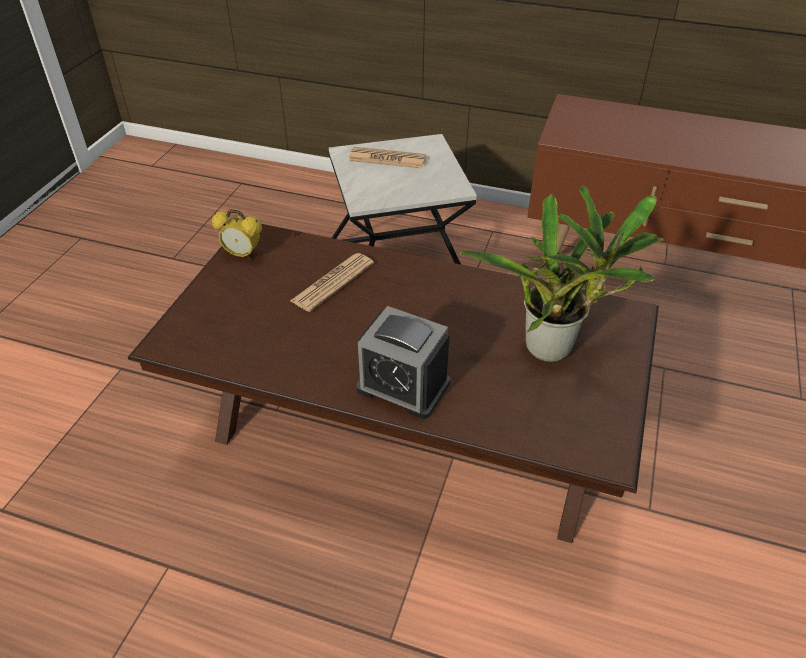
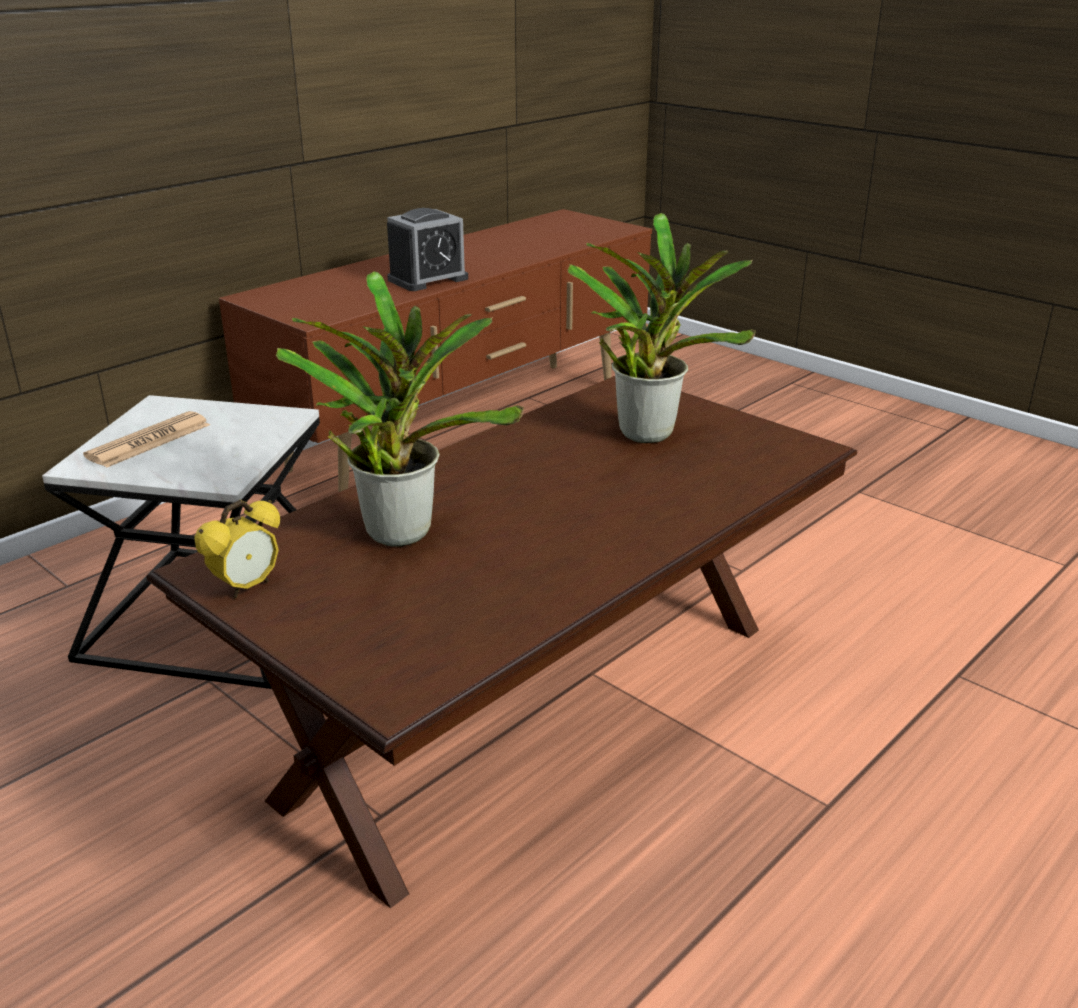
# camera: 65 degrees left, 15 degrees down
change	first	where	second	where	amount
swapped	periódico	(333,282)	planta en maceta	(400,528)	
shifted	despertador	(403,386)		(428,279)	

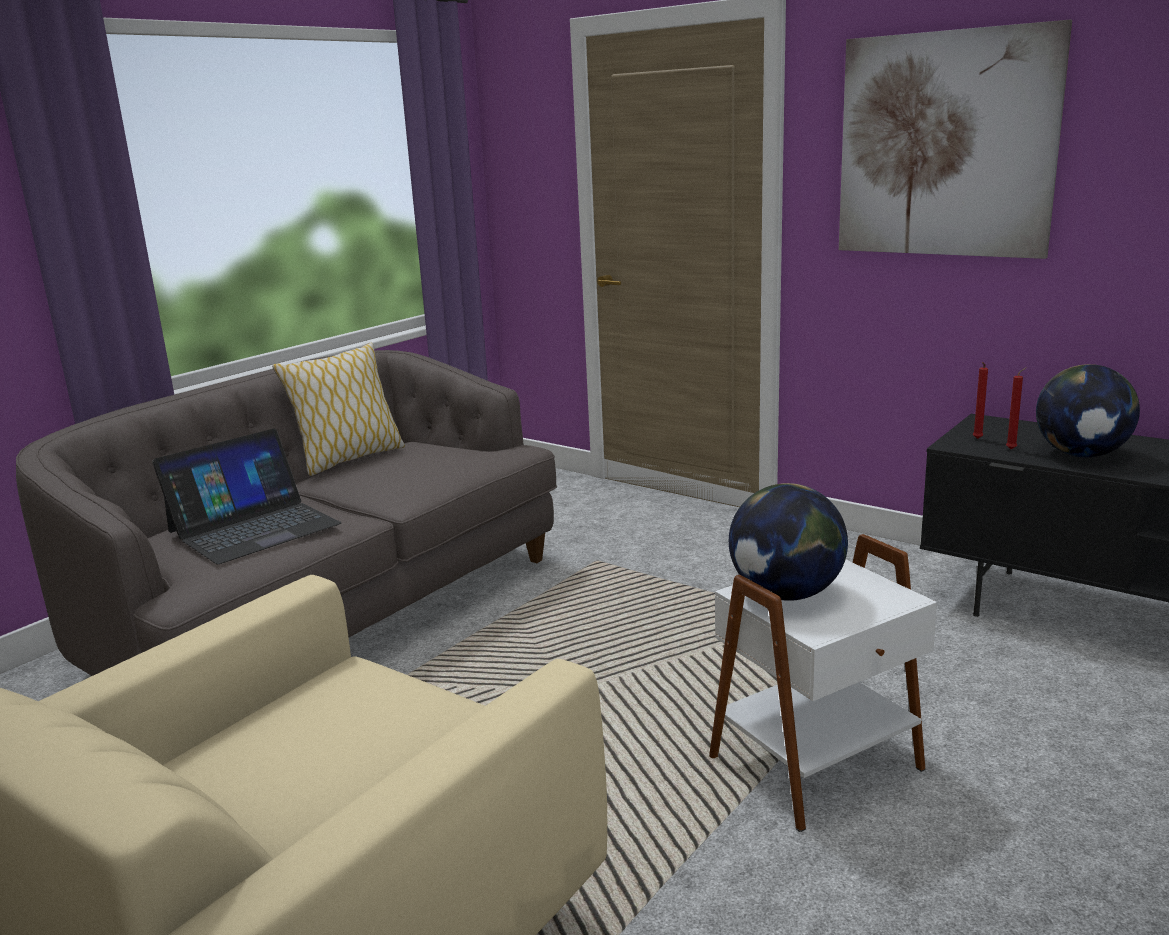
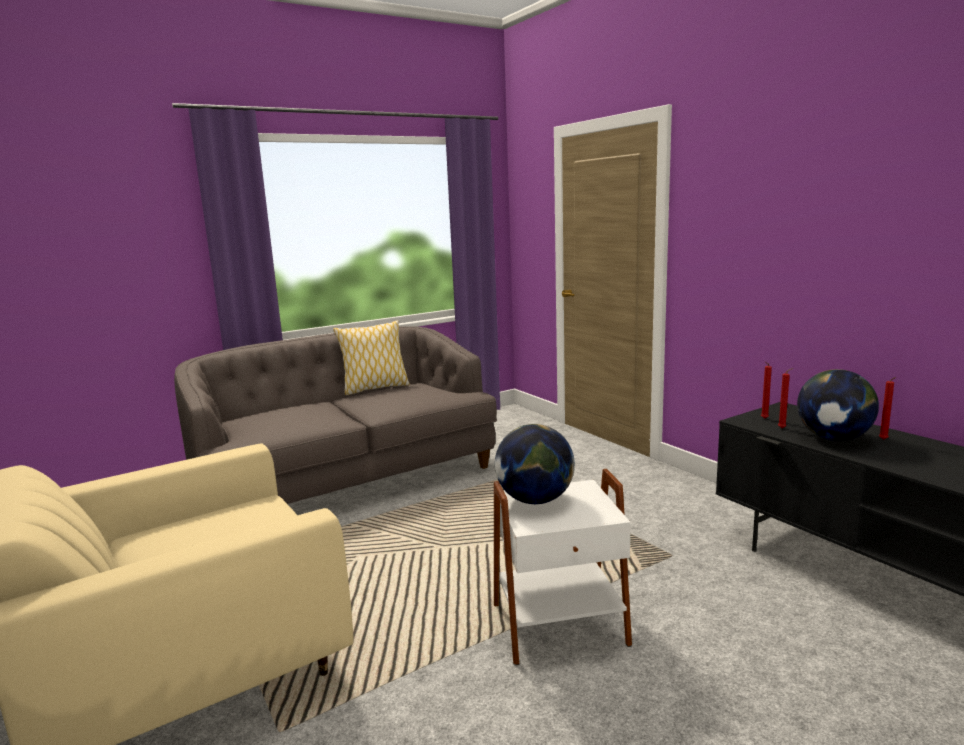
# camera: 20 degrees right, 5 degrees down
change	first	where	second	where	amount
gone	portátil	(253,527)			
gone	cuadro	(945,145)			
new			vela [rojo]	(884,440)	

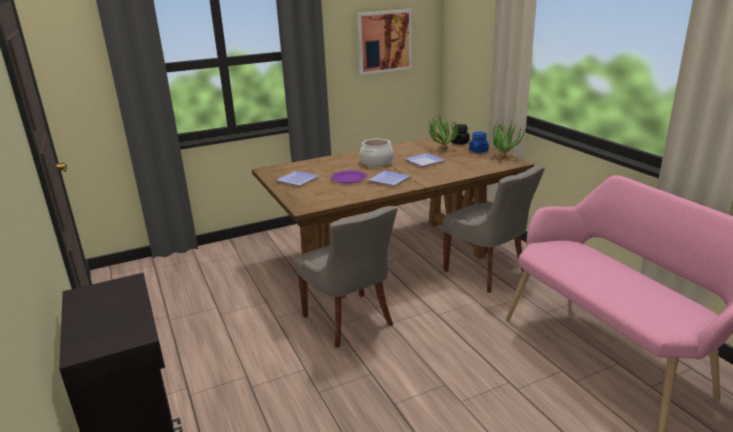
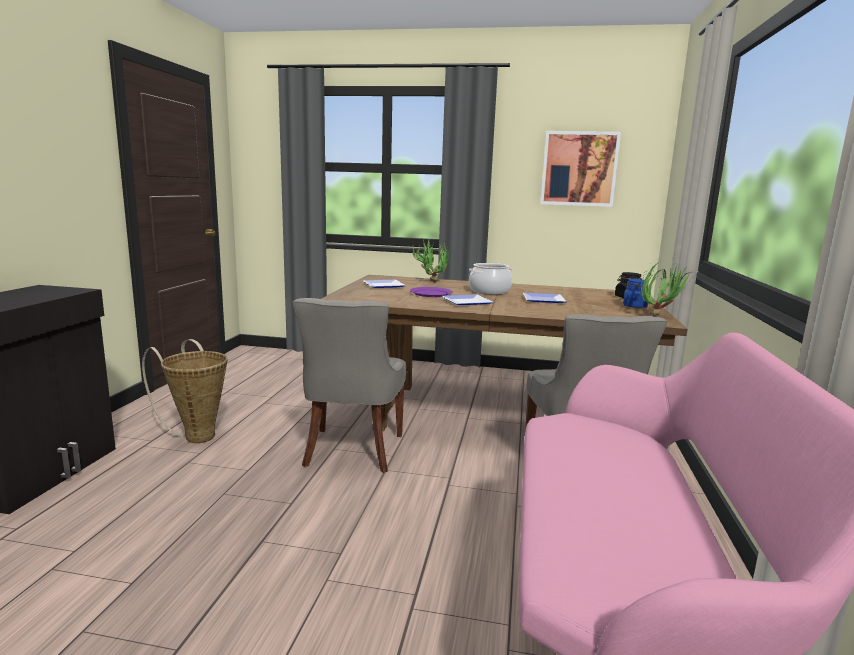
# camera: 35 degrees right, 10 degrees down
change	first	where	second	where	amount
shifted	planta en maceta	(440,149)		(430,281)	
new			cesta	(196,435)	

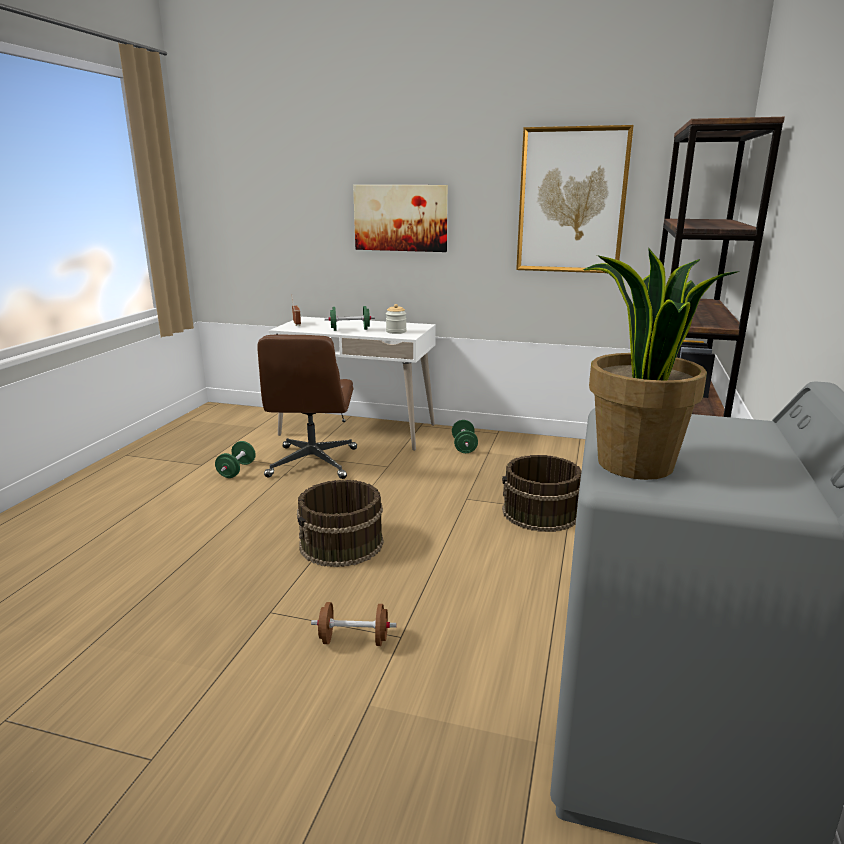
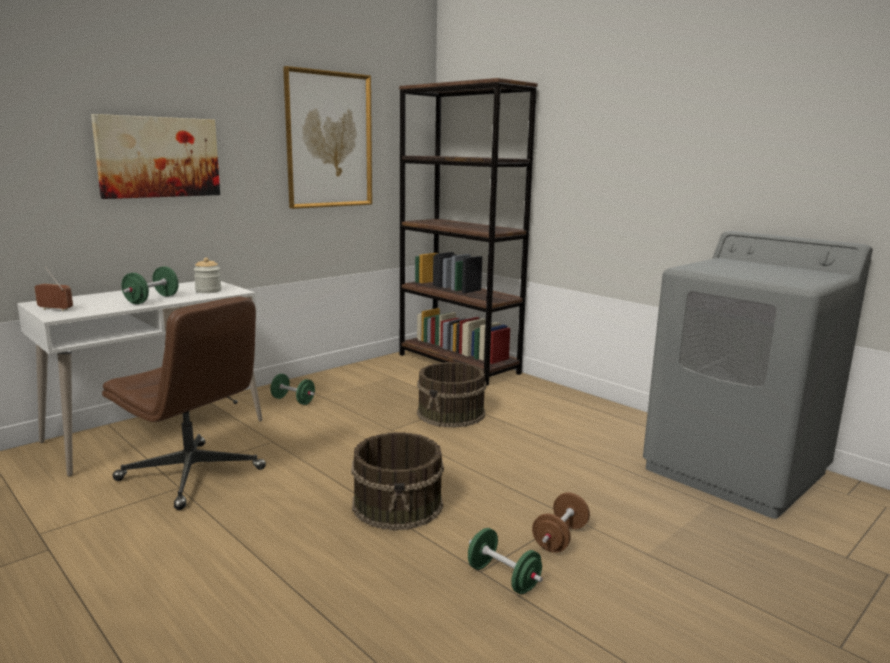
# camera: 60 degrees left, 5 degrees down
change	first	where	second	where	amount
shifted	mancuerna [verde]	(237,470)		(503,578)	
gone	planta en maceta	(634,465)			

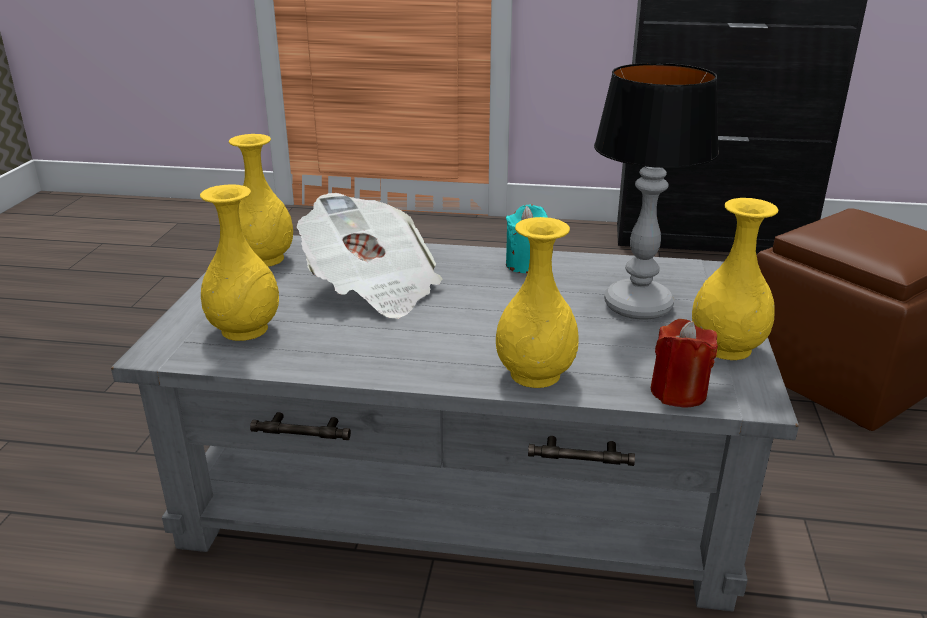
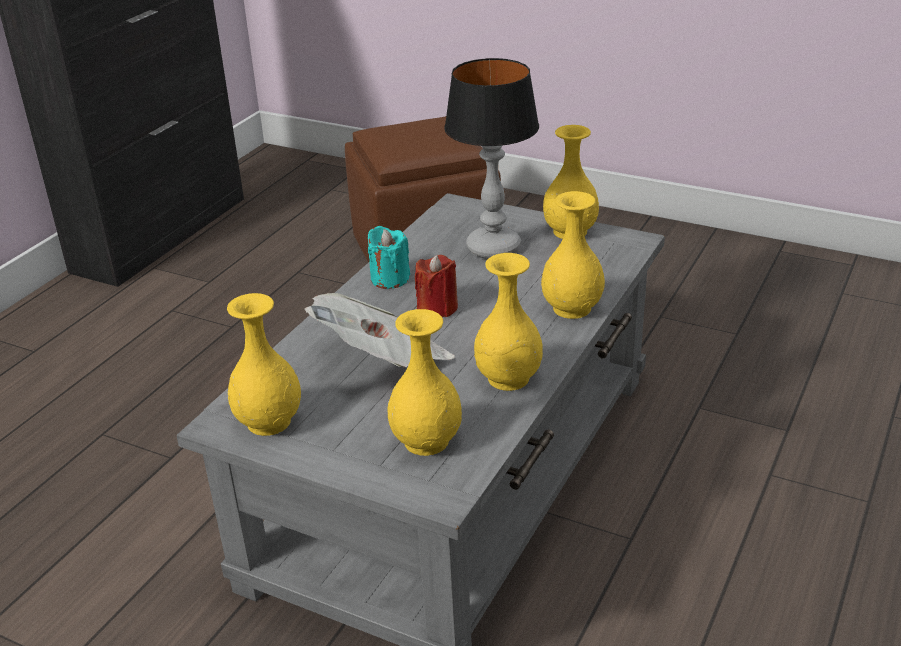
# camera: 70 degrees left, 5 degrees up
change	first	where	second	where	amount
shifted	vela [rojo]	(678,392)		(437,308)	
new			florero [amarillo]	(507,378)	

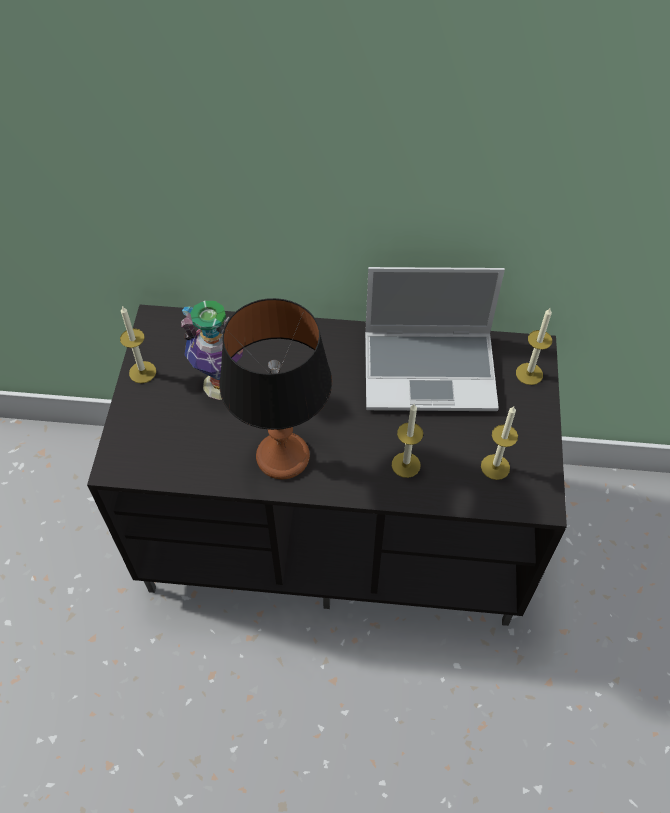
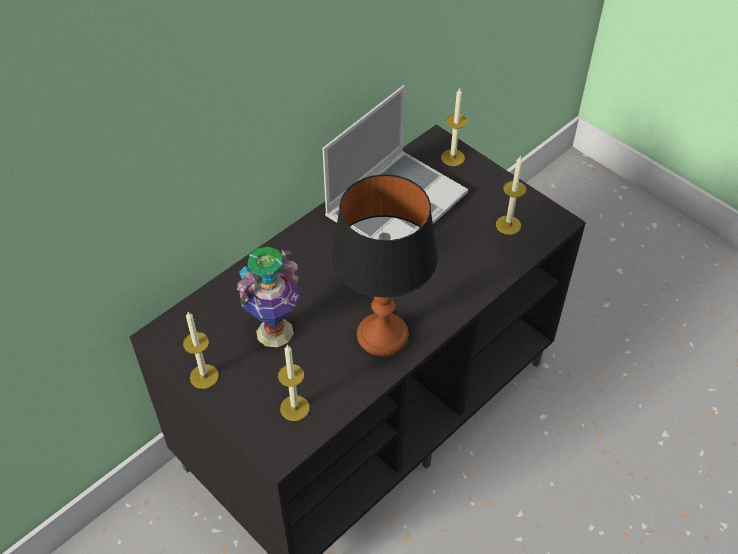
# camera: 50 degrees left, 5 degrees down
change	first	where	second	where	amount
shifted	vela	(406,465)		(294,408)	

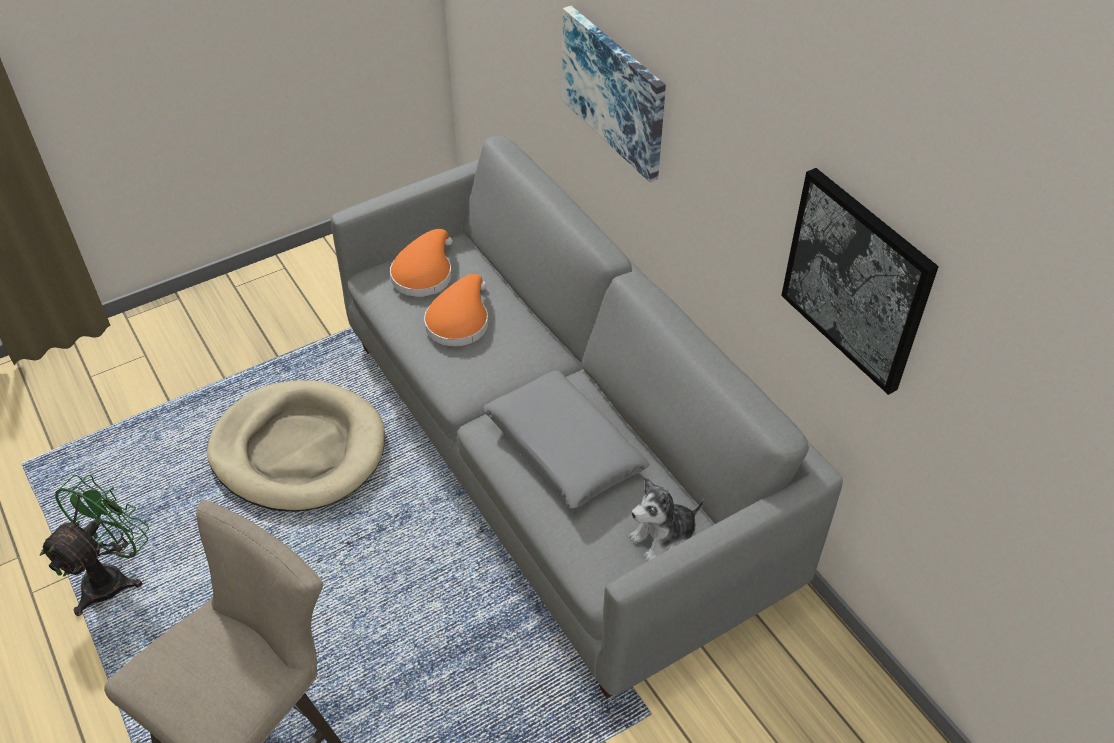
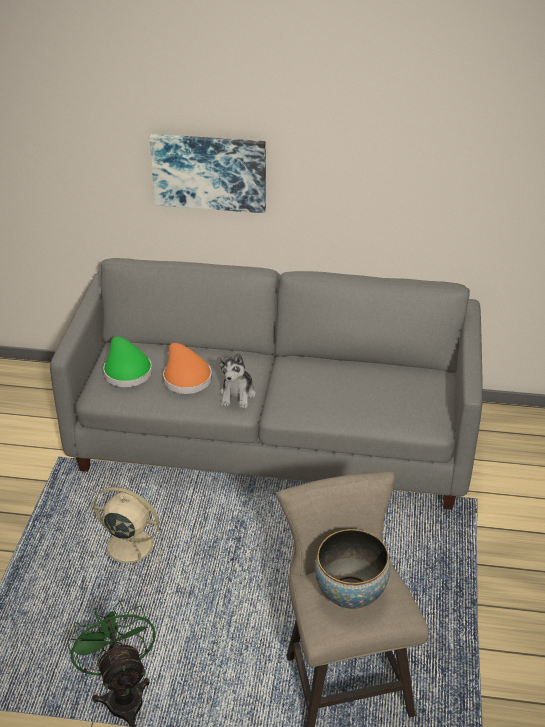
# camera: 50 degrees left, 10 degrees down
change	first	where	second	where	amount
swapped	cama para perro [beis]	(299,450)	ventilador [beis]	(127,545)	
repainted	sombrero [naranja]	(424,273)	sombrero [verde]	(126,371)	
gone	cojín [gris]	(563,449)			
shifted	peluche	(664,538)		(237,395)	
gone	cuadro	(857,280)			
new			cuenco	(350,594)	

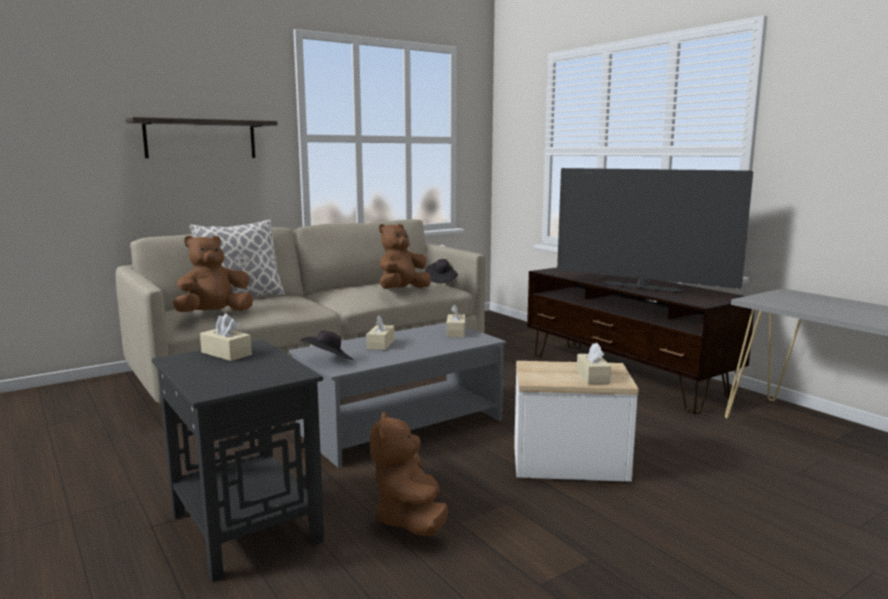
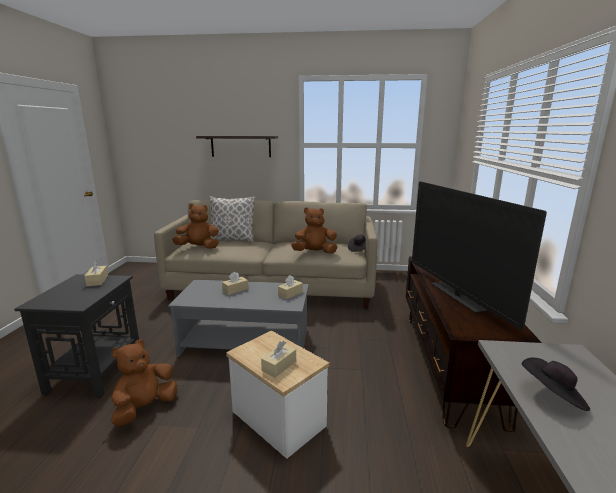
# camera: 40 degrees right, 5 degrees up
change	first	where	second	where	amount
shifted	sombrero [negro]	(328,361)		(553,396)	

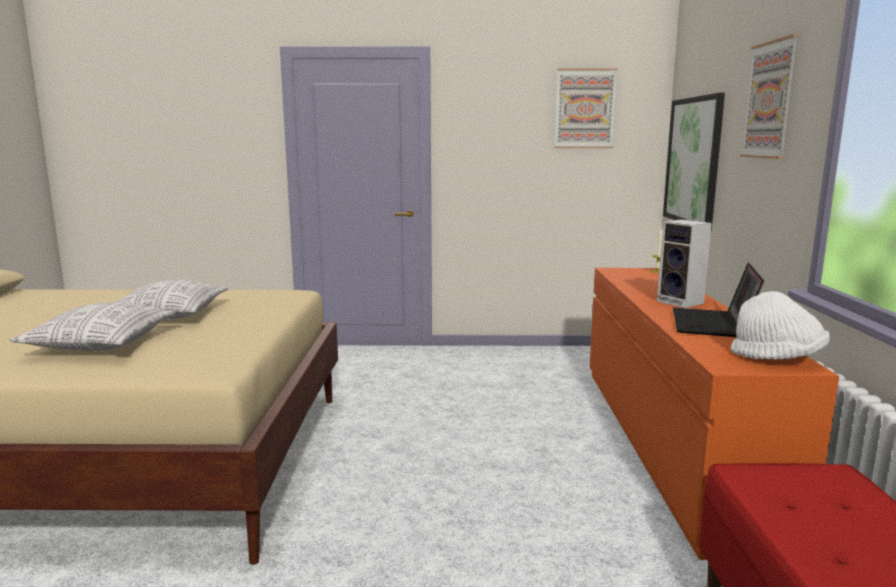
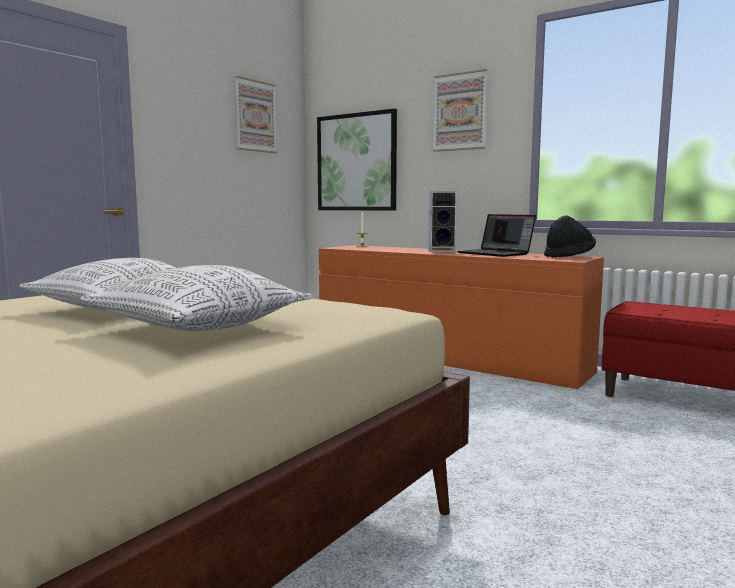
# camera: 55 degrees left, 5 degrees down
change	first	where	second	where	amount
repainted	sombrero [blanco]	(777,358)	sombrero [negro]	(569,256)	

